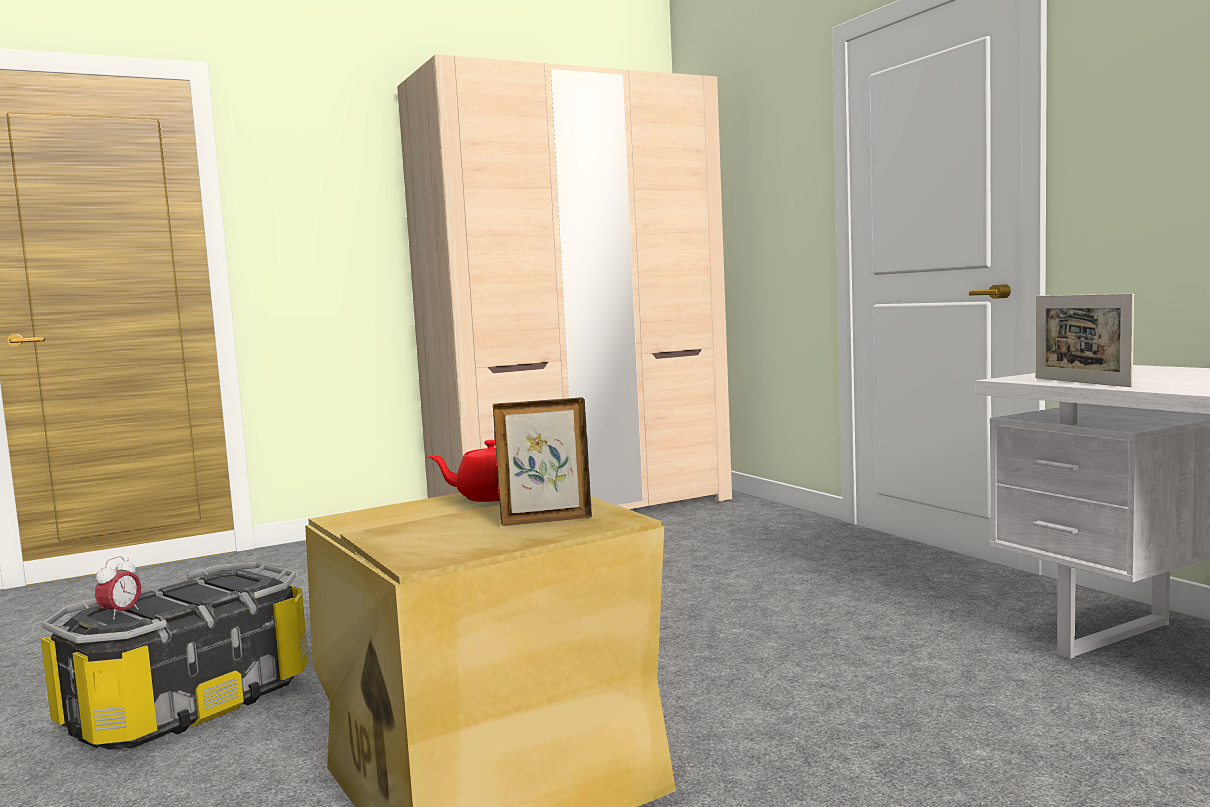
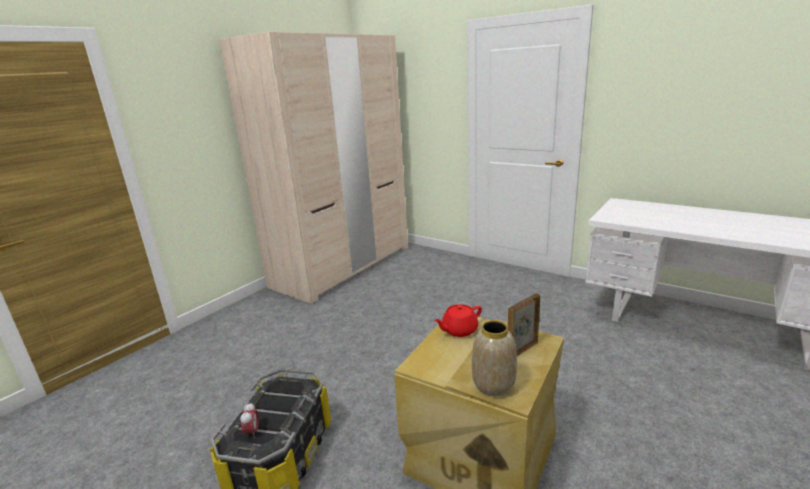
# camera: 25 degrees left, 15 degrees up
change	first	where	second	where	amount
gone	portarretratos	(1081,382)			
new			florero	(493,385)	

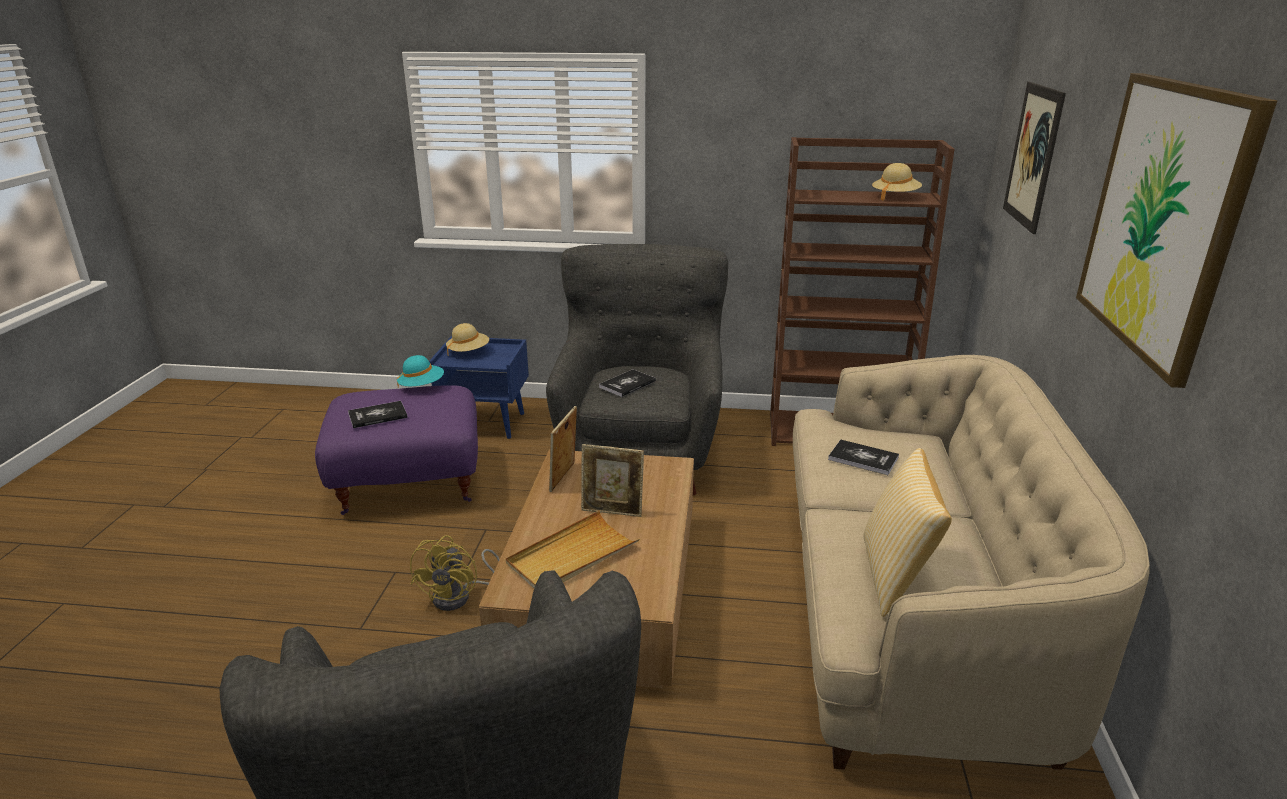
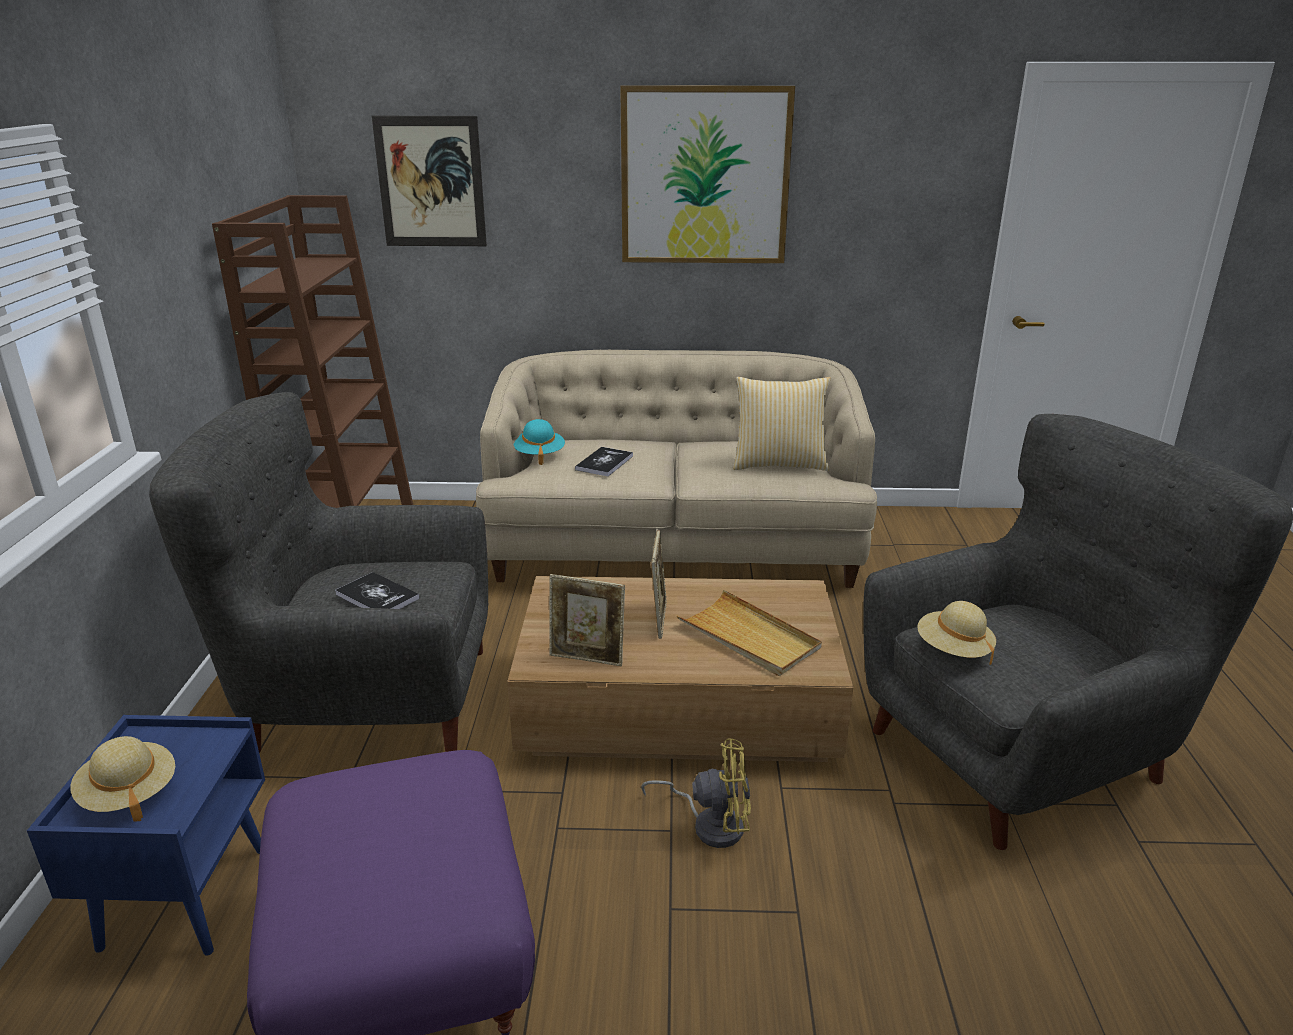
# camera: 95 degrees left, 0 degrees up
change	first	where	second	where	amount
gone	libro	(377,416)			
shifted	sombrero [turquesa]	(422,386)		(538,455)	
shifted	sombrero [beis]	(895,197)		(953,650)	

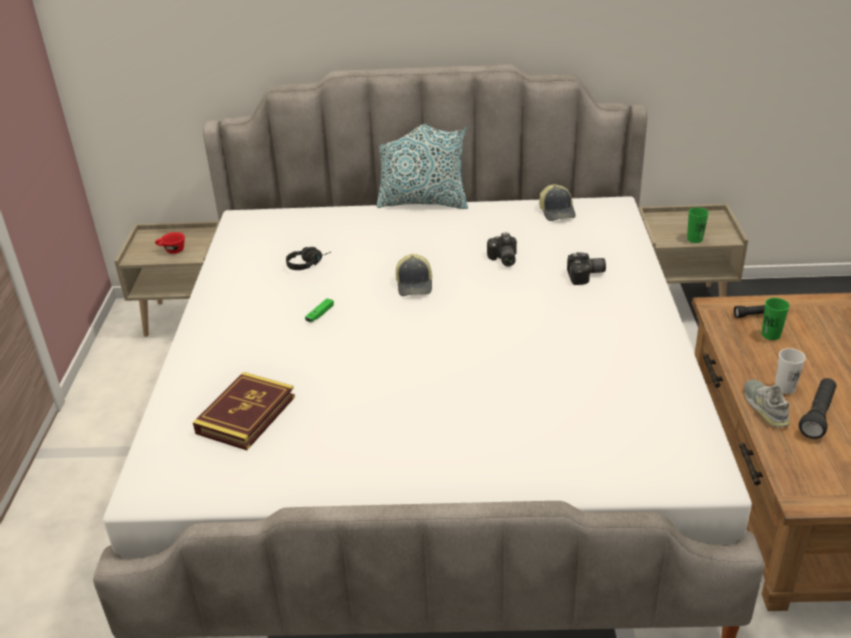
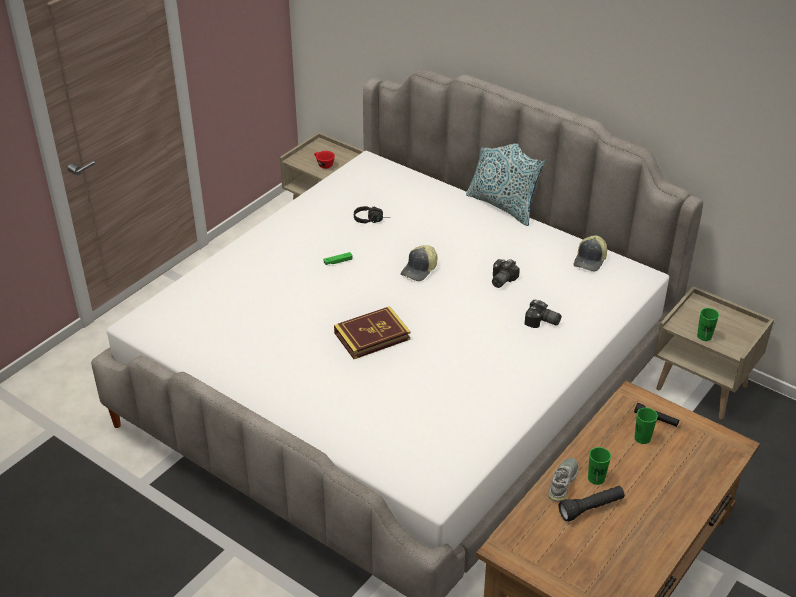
# camera: 35 degrees right, 5 degrees up
change	first	where	second	where	amount
shifted	libro	(246,415)		(372,336)	
repainted	taza [blanco]	(784,388)	taza [verde]	(596,478)	

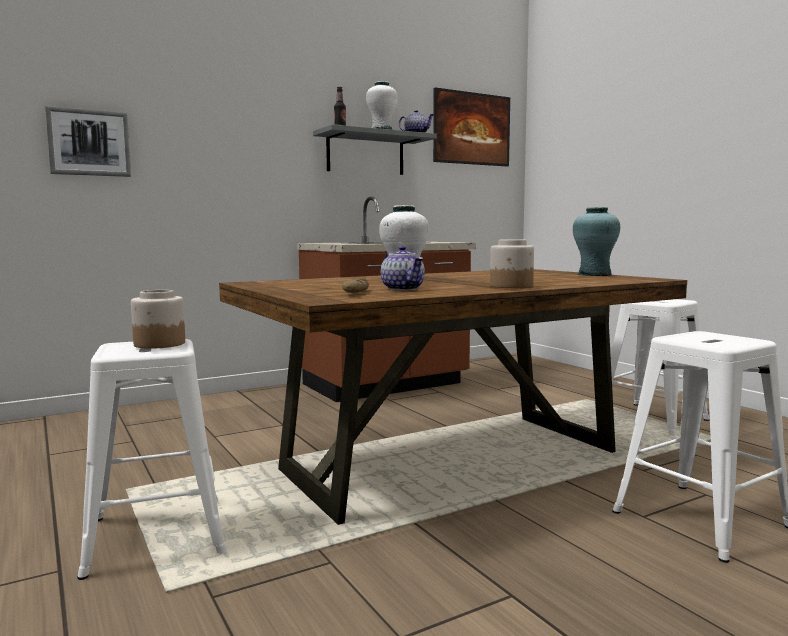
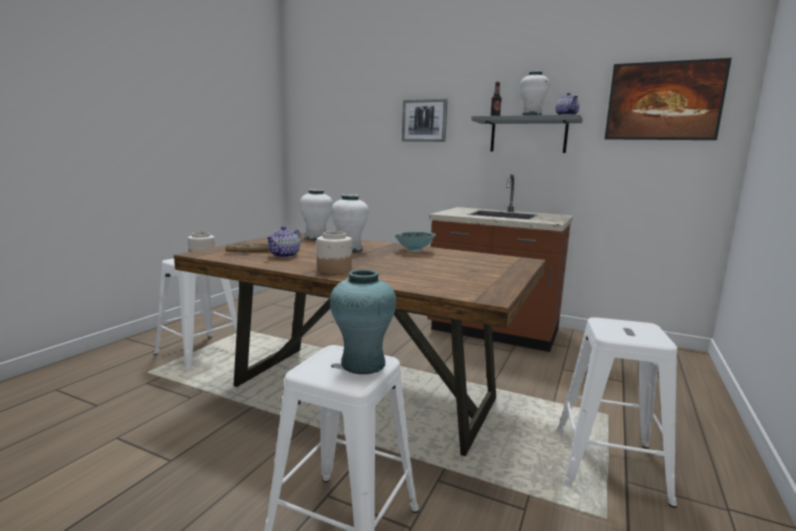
# camera: 55 degrees right, 5 degrees up
change	first	where	second	where	amount
shifted	cuadro	(89,143)		(424,120)	
shifted	florero [turquesa]	(594,275)		(363,364)	
new			florero [blanco]	(316,238)	
new			cuenco	(414,251)	

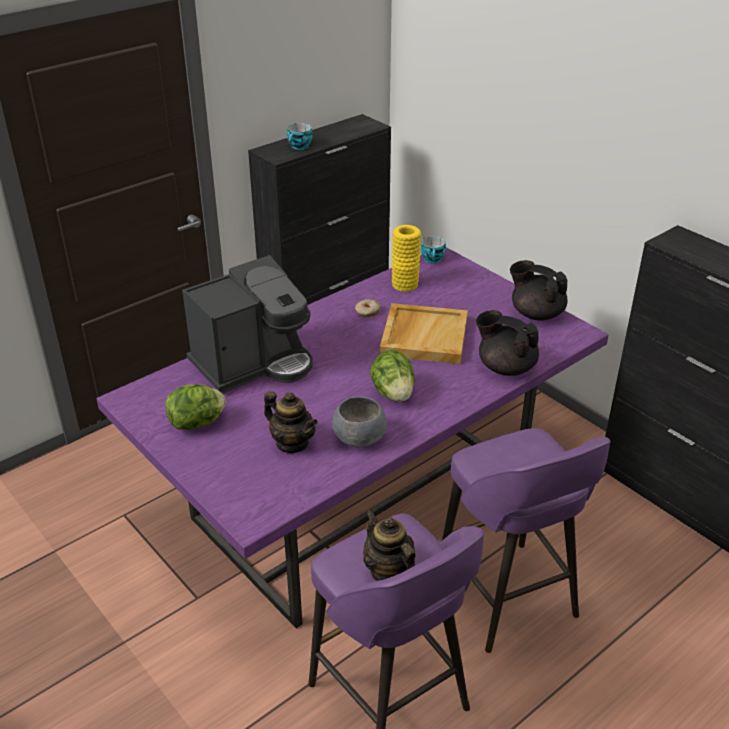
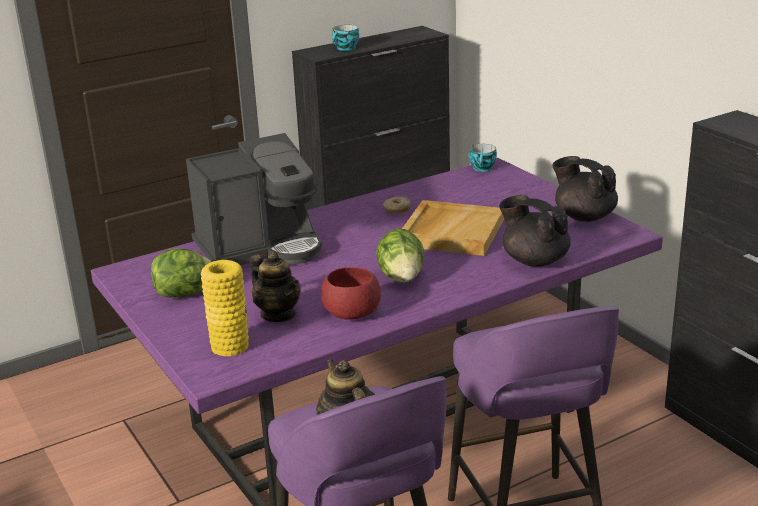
# camera: 10 degrees right, 10 degrees down
change	first	where	second	where	amount
repainted	cuenco [gris]	(360,438)	cuenco [rojo]	(353,313)	
shifted	florero [amarillo]	(405,284)		(230,346)	

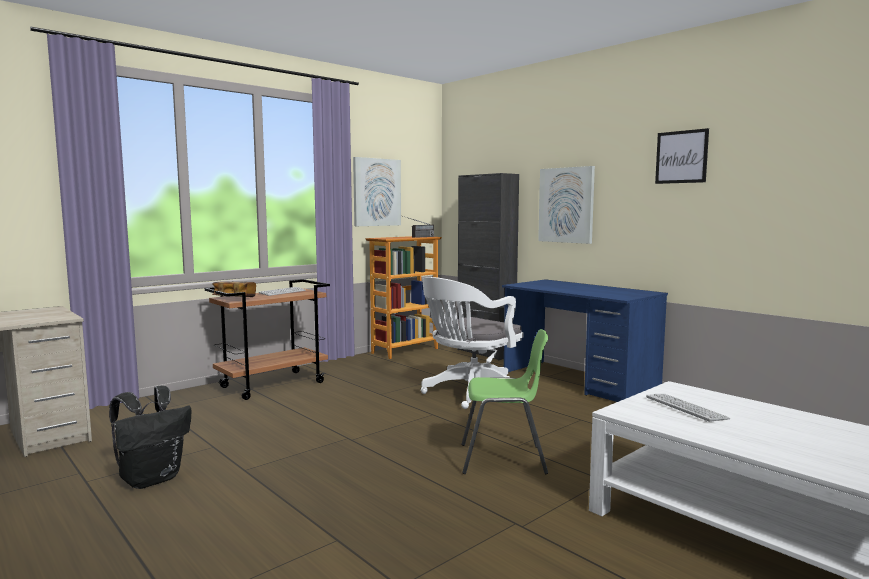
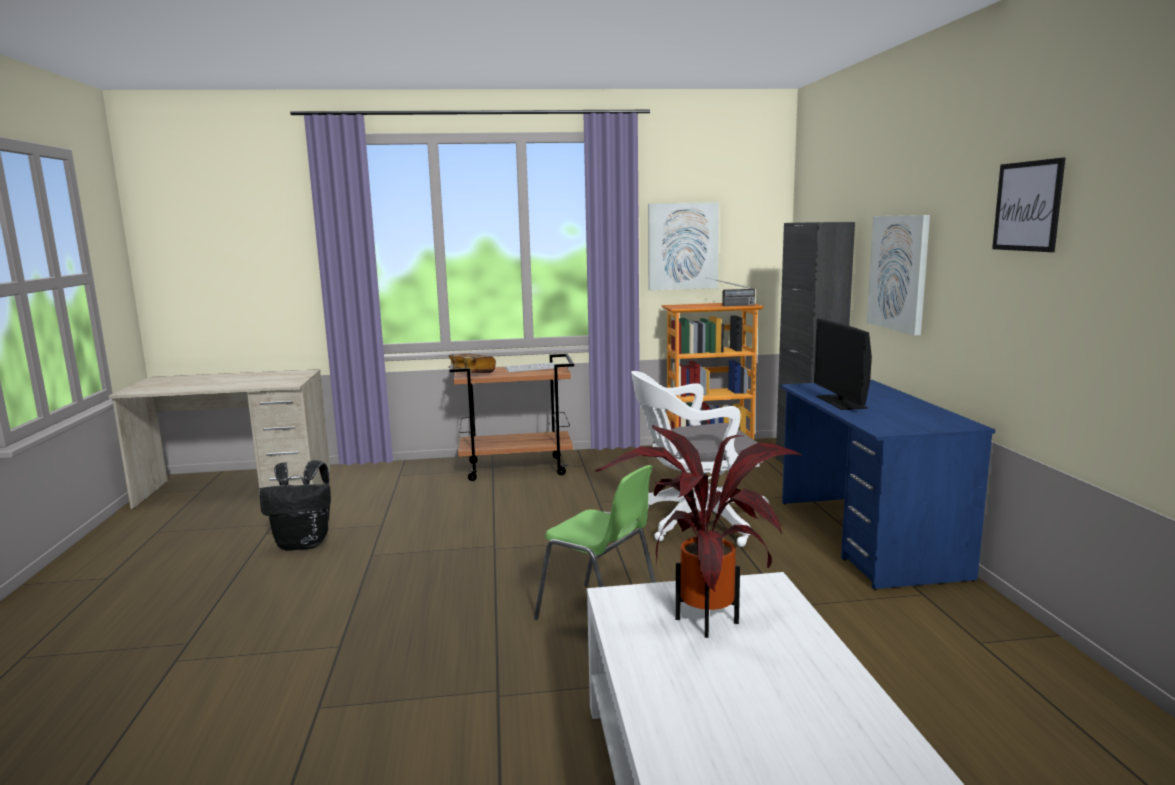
# camera: 35 degrees right, 5 degrees up
change	first	where	second	where	amount
swapped	teclado	(685,408)	planta en maceta	(705,617)	
new			monitor	(841,402)	

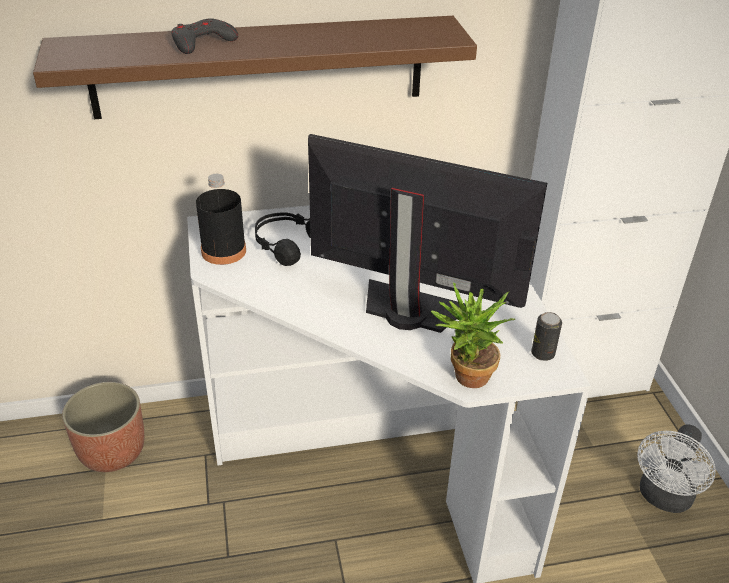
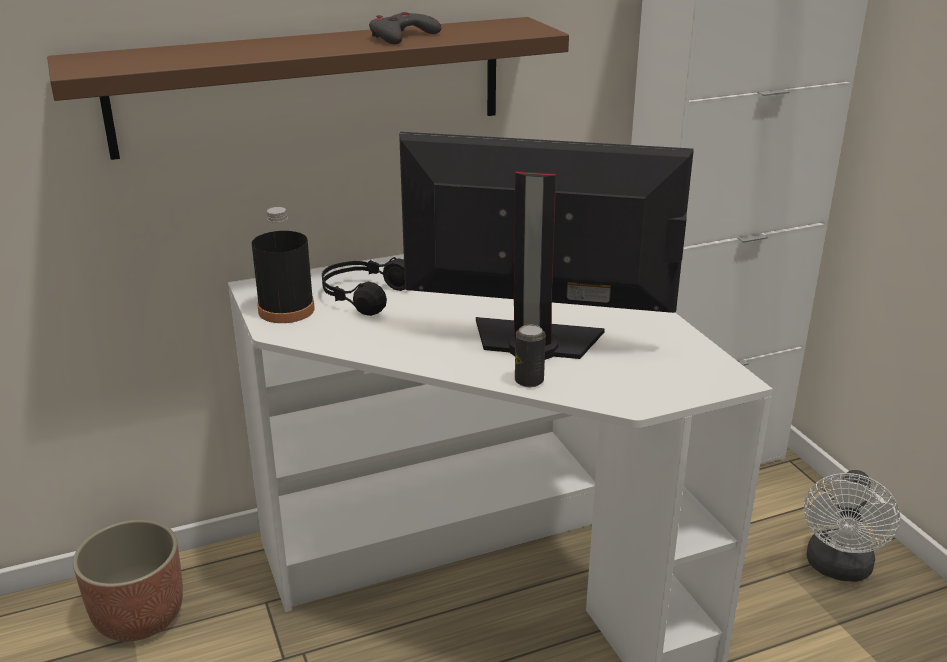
# camera: 10 degrees left, 10 degrees down
change	first	where	second	where	amount
shifted	mando de consola [gris]	(202,42)		(402,36)	
gone	planta en maceta	(465,378)			
shifted	lata	(542,354)		(529,381)	

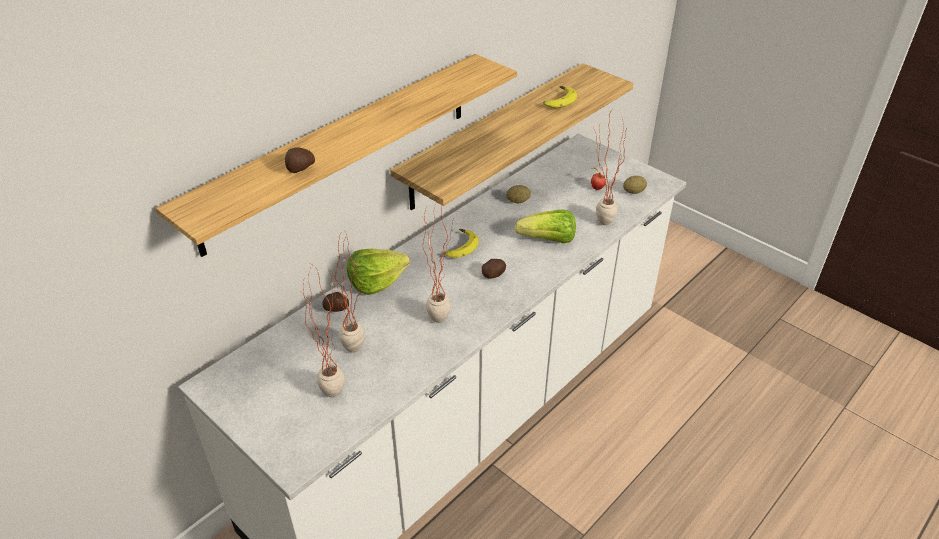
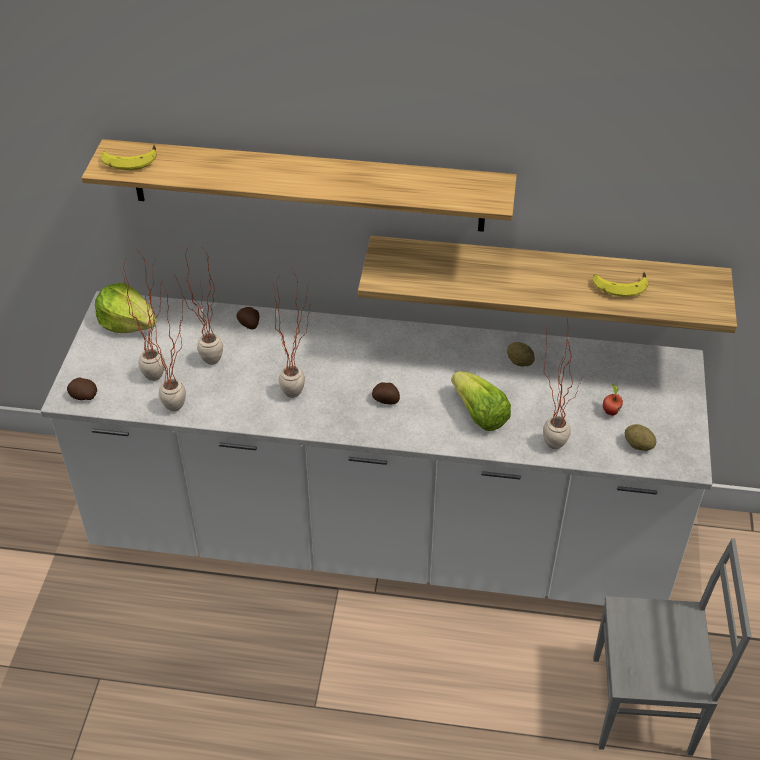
# camera: 55 degrees right, 5 degrees up
change	first	where	second	where	amount
shifted	patata	(300,169)		(83,396)	
shifted	lechuga	(376,281)		(128,323)	
shifted	plátano	(459,247)		(130,160)	
new			planta en maceta	(183,407)	
new			silla [gris]	(644,706)	

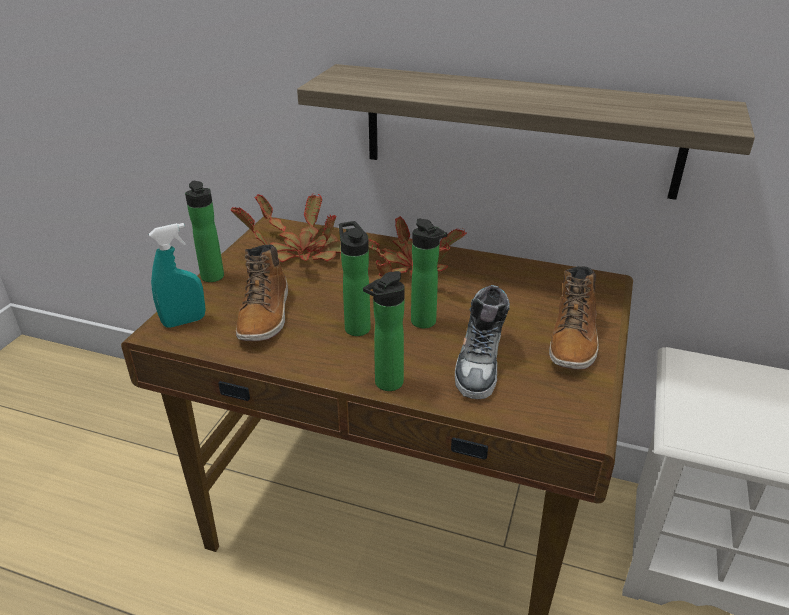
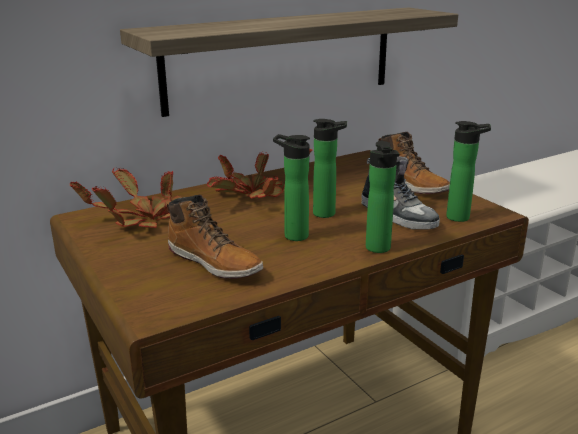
# camera: 50 degrees left, 10 degrees down
change	first	where	second	where	amount
gone	pulverizador [turquesa]	(184,321)			
shifted	botella	(213,278)		(461,217)	

